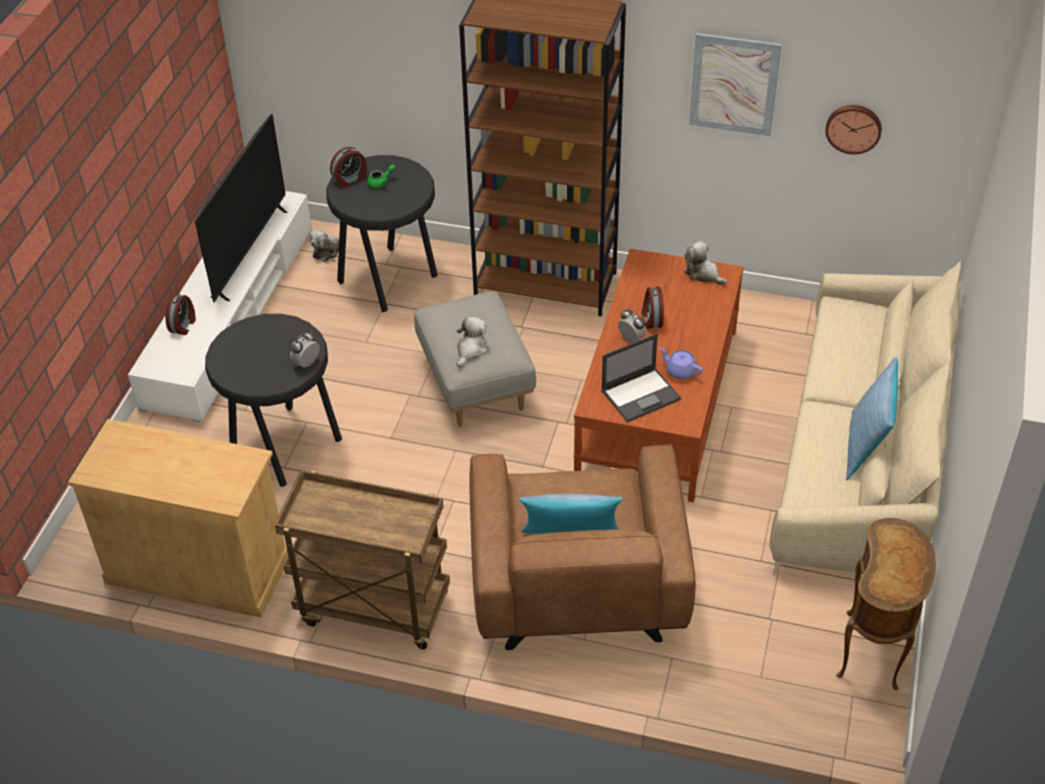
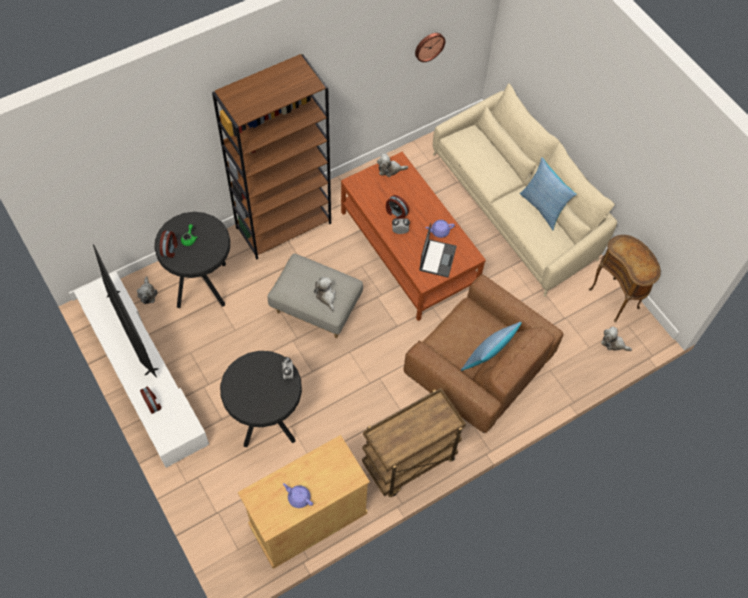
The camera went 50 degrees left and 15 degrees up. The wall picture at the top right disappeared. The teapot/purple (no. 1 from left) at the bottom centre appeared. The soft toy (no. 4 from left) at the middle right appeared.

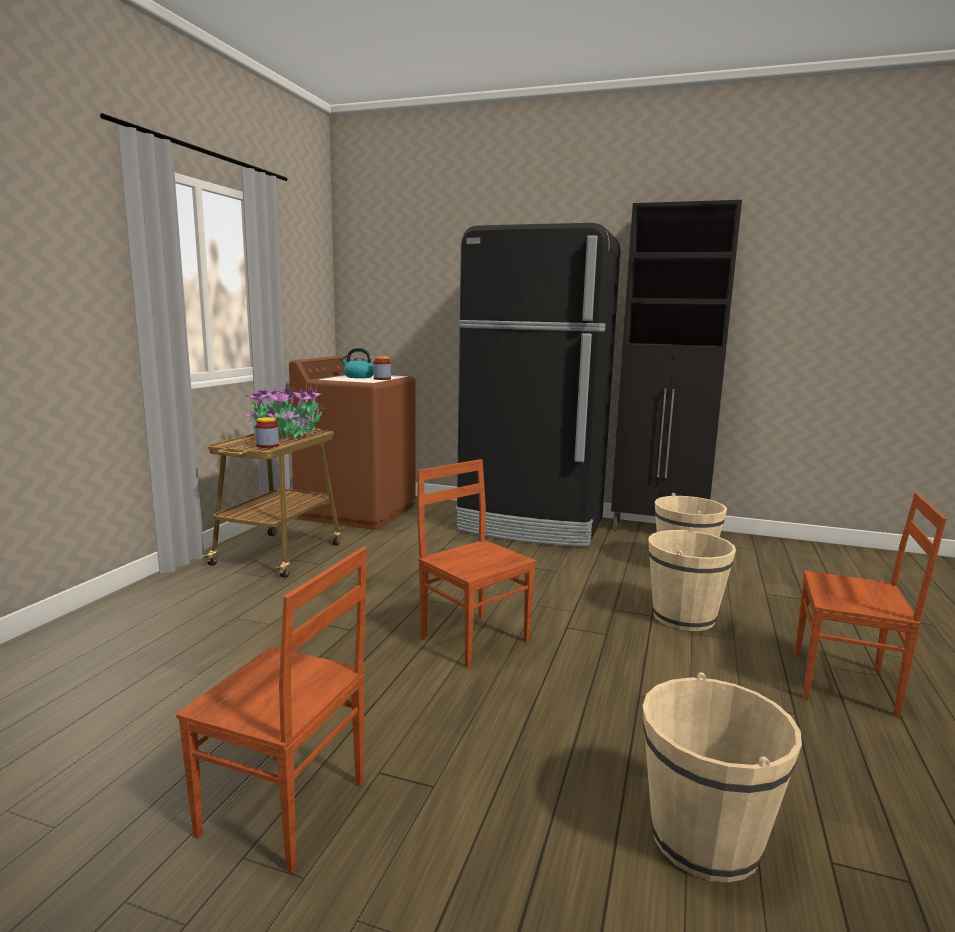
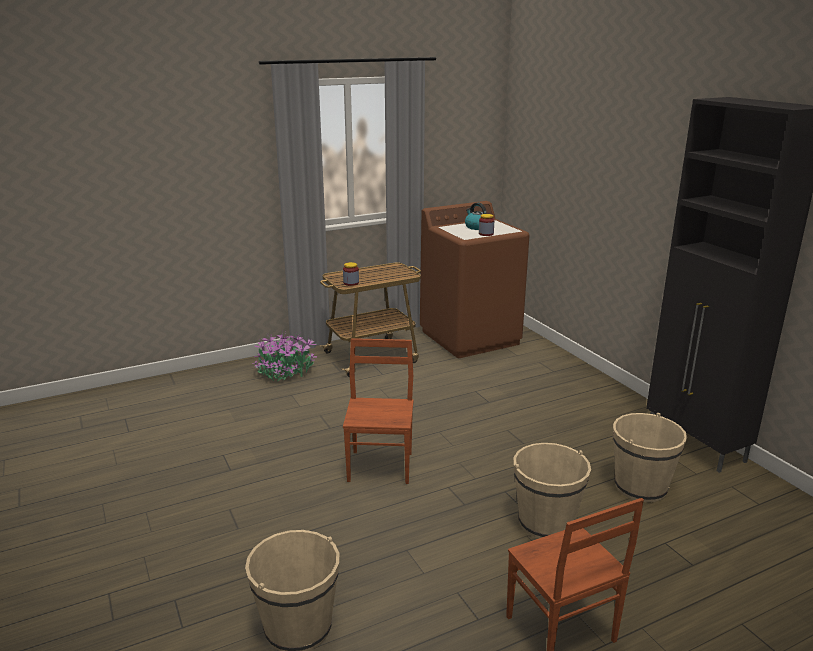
The camera went 45 degrees right and 10 degrees up. The upright chair/brownish (no. 1 from left) at the bottom left disappeared. The plant in a pot moved from the middle left to the centre. The fridge/black at the centre disappeared.

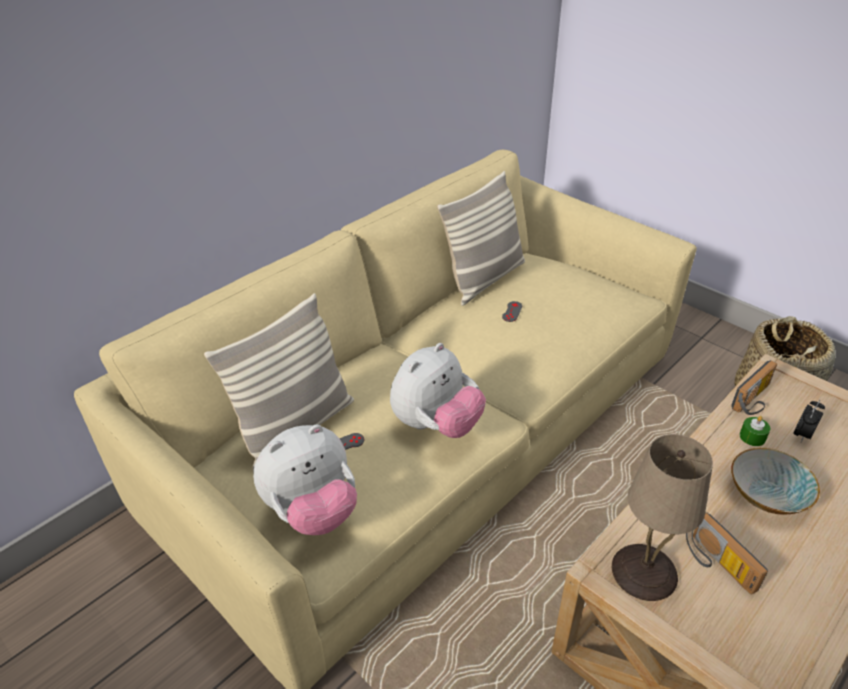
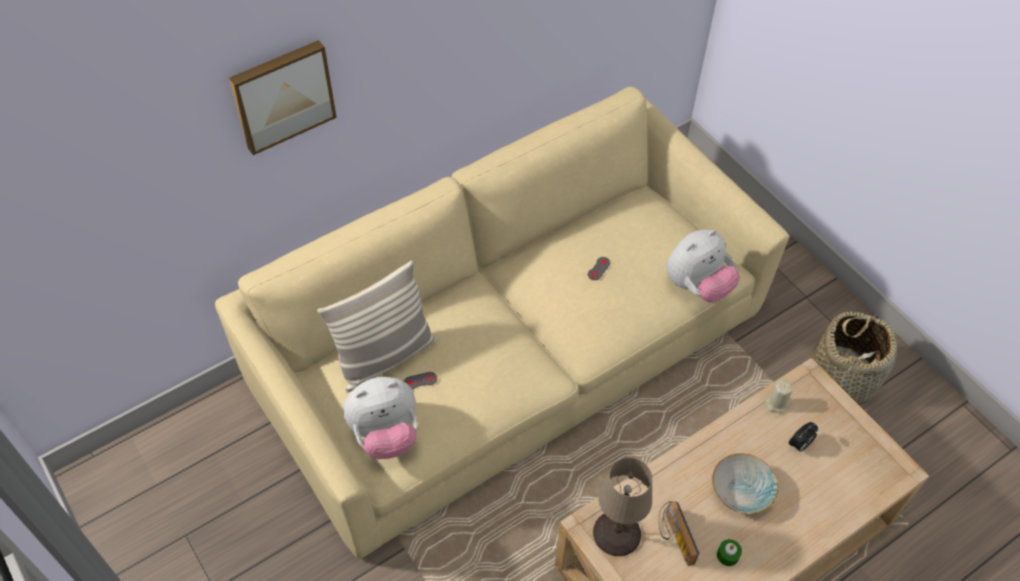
The camera went 10 degrees right and 15 degrees up. The soft toy (no. 2 from left) moved from the centre to the middle right. The pillow (no. 2 from left) at the centre disappeared. The radio (no. 2 from left) at the middle right was replaced by the wax light/beige at the bottom right. The wax light/green moved from the middle right to the bottom right. The wall picture at the top left appeared.

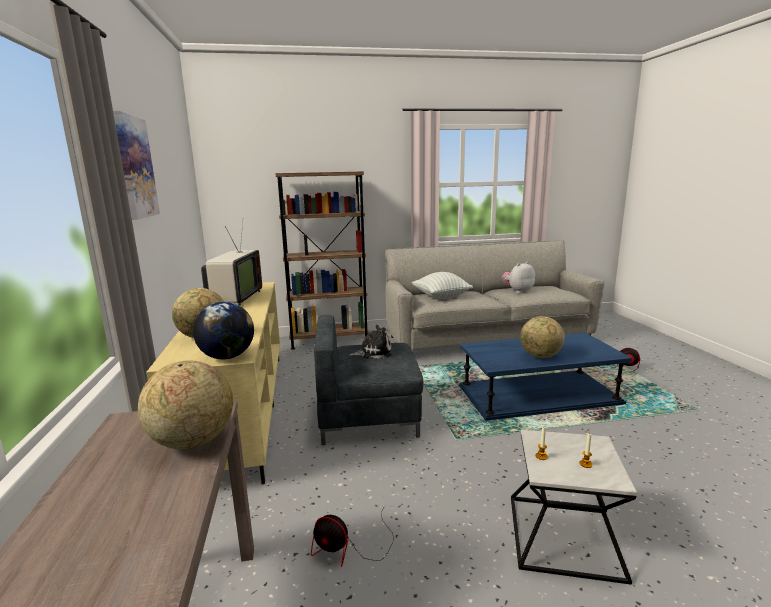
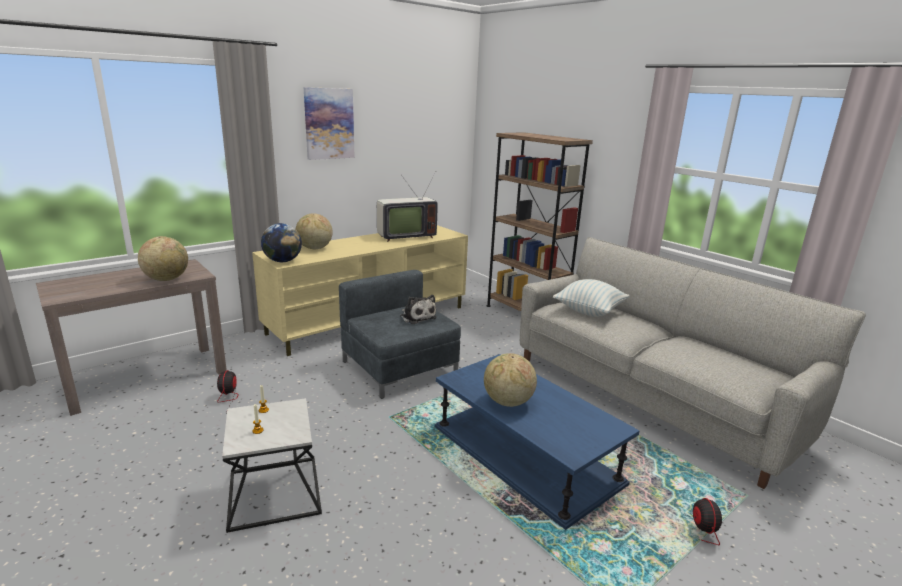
The camera went 60 degrees right and 5 degrees up. The soft toy (no. 2 from left) at the middle right disappeared.

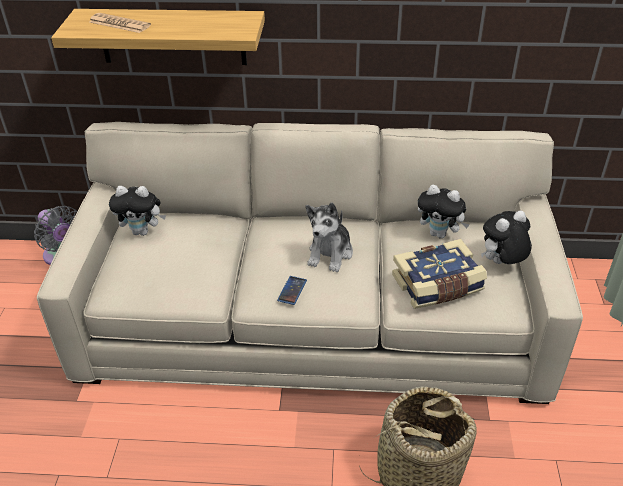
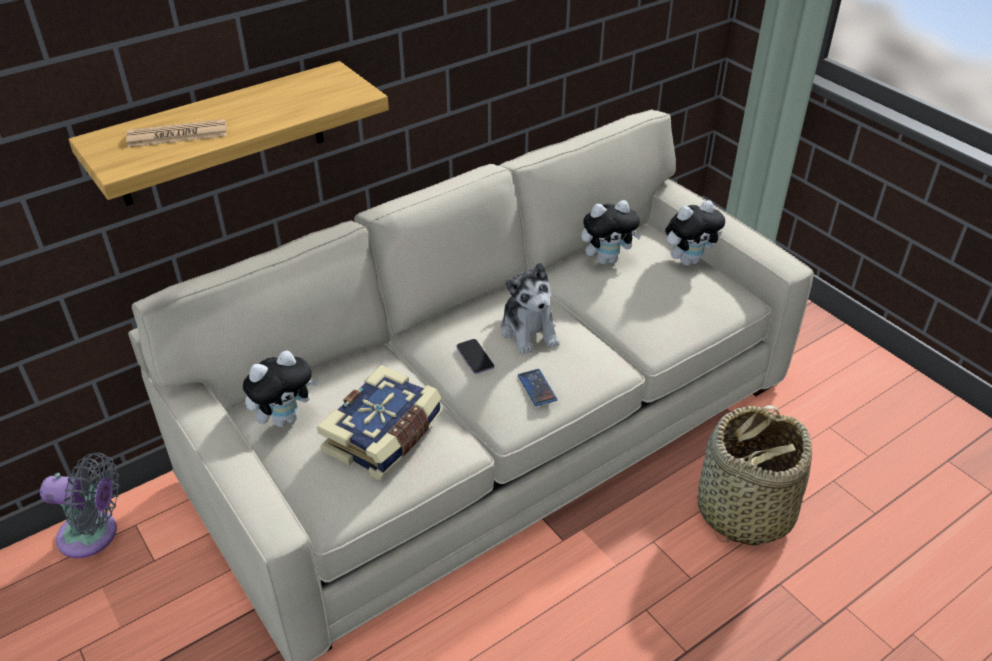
The camera went 40 degrees left and 0 degrees up. The book moved from the middle right to the centre. The soft toy (no. 4 from left) at the middle right turned 135 degrees counterclockwise. The handset (no. 1 from left) at the centre appeared.

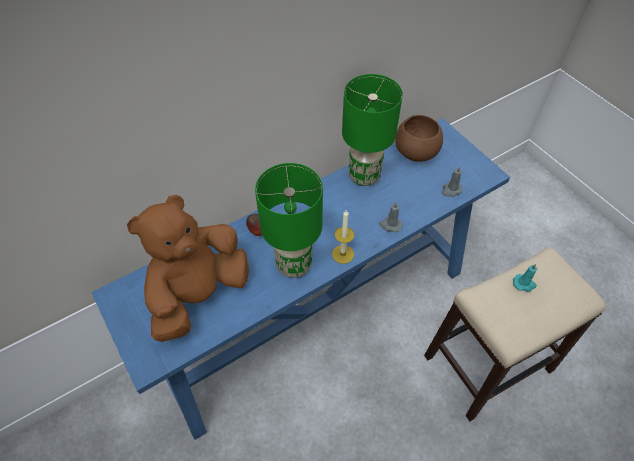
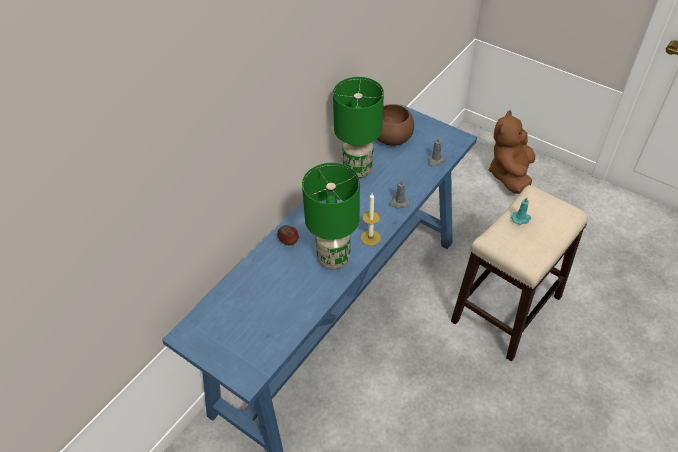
The camera went 20 degrees left and 5 degrees down. The soft toy/brownish moved from the middle left to the middle right.

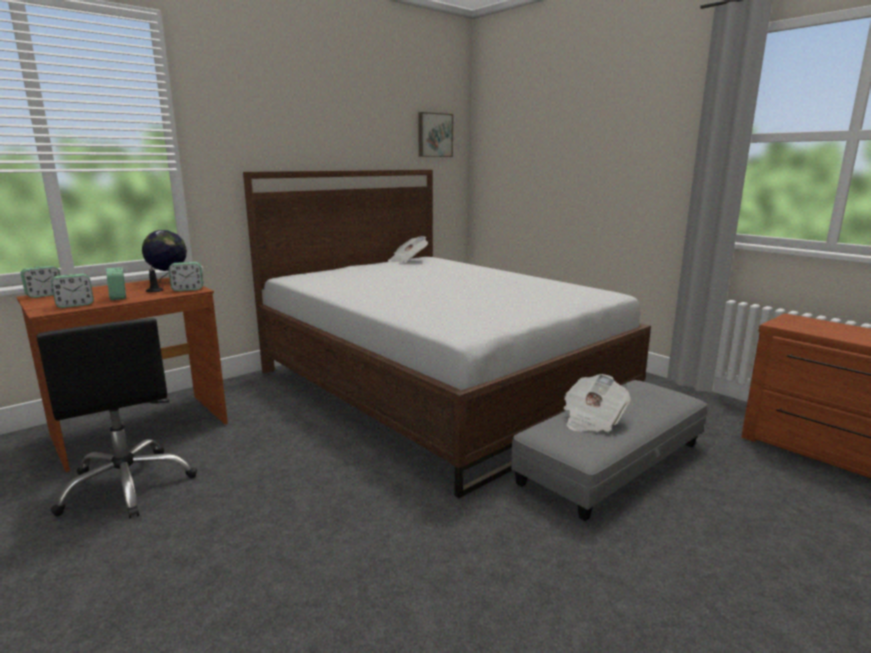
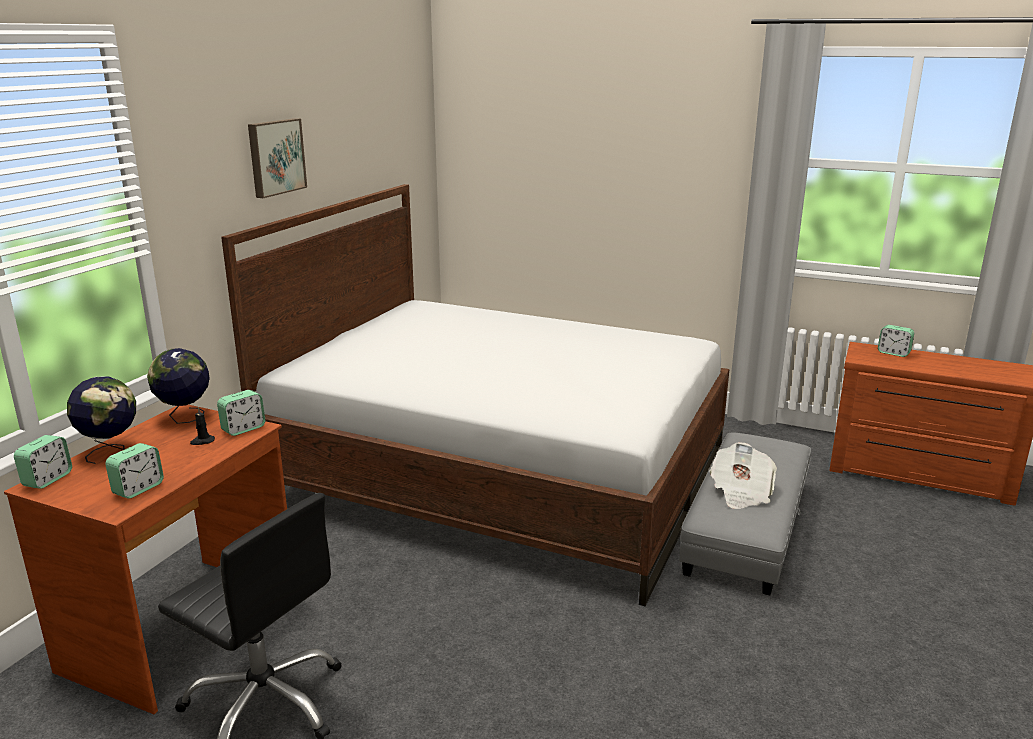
The camera went 25 degrees left and 5 degrees up. The alarm clock (no. 3 from left in the first image) moved from the middle left to the middle right. The printed paper (no. 1 from left) at the centre disappeared. The wall picture moved from the top centre to the top left. The globe (no. 1 from left) at the middle left appeared.

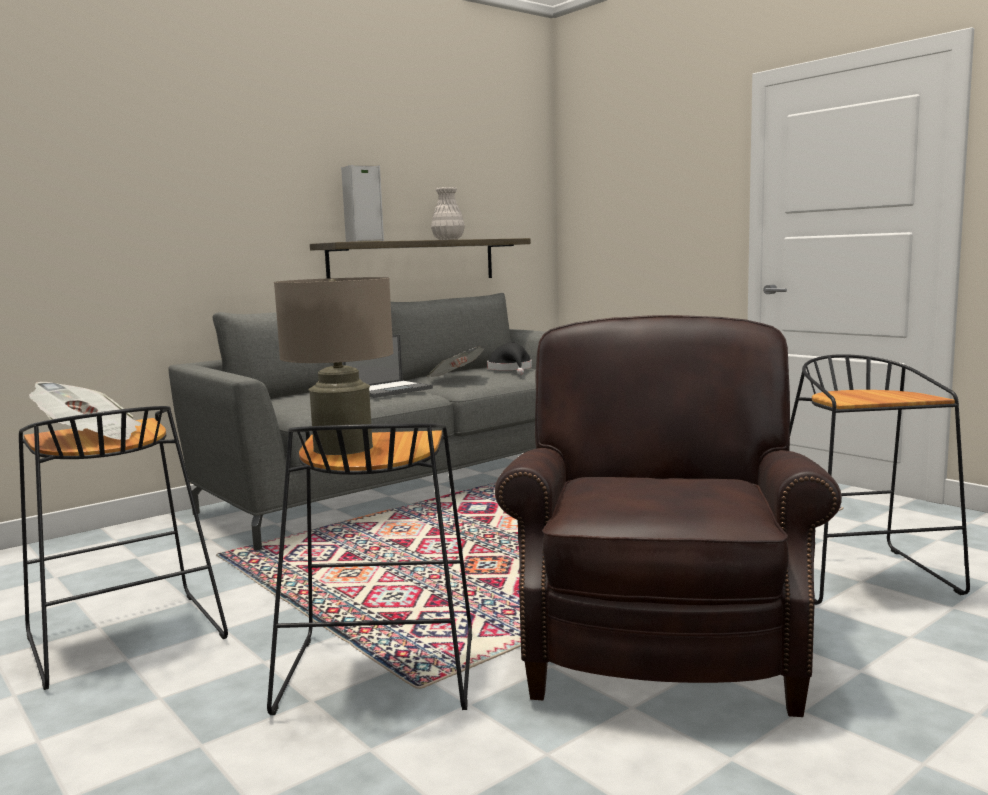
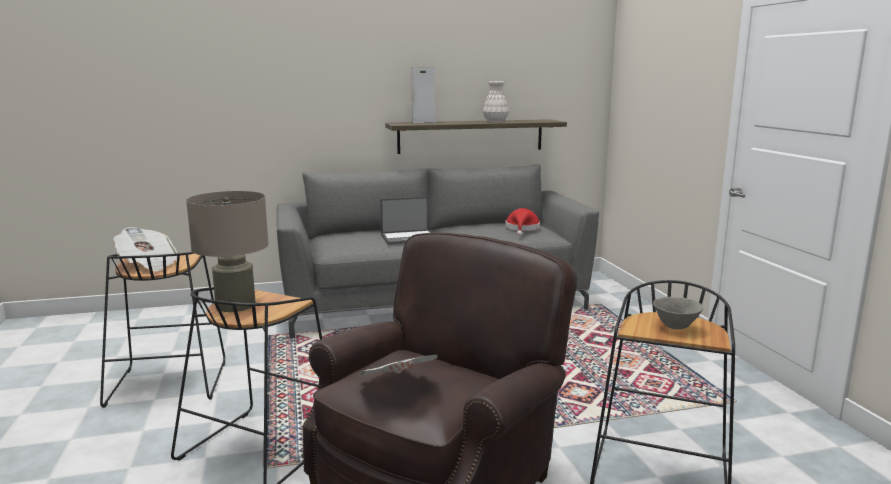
The camera went 25 degrees right and 5 degrees up. The printed paper (no. 2 from left) moved from the centre to the bottom centre. The hat/black at the centre became the hat/red at the centre. The deep dish/gray at the middle right appeared.

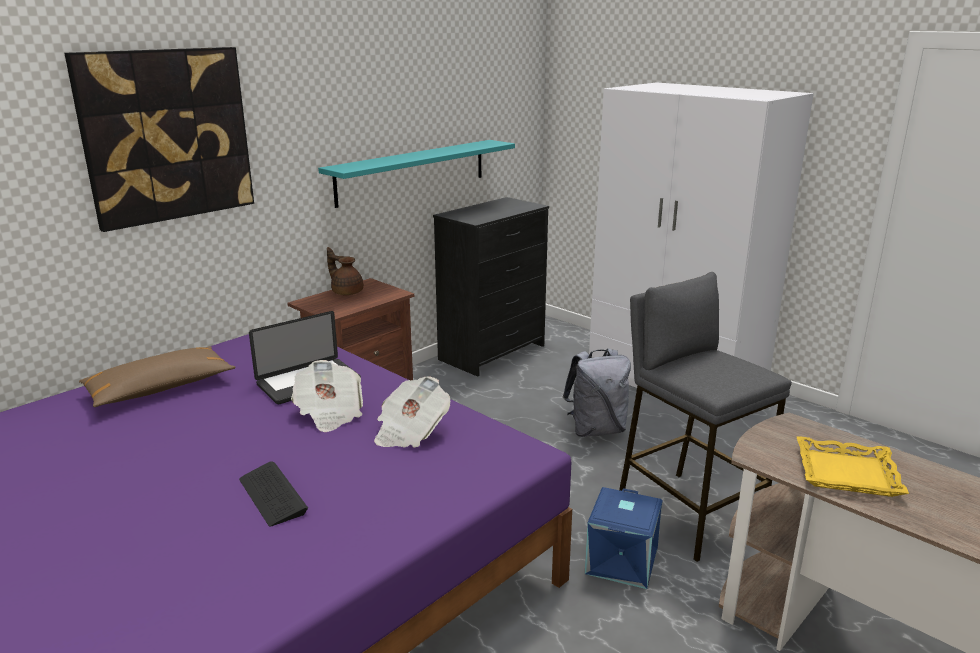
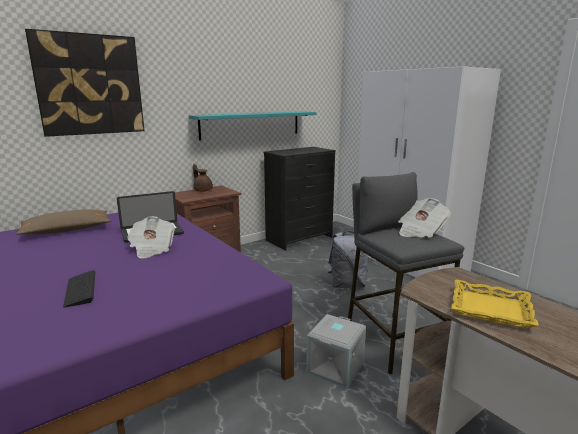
The camera went 10 degrees right and 5 degrees down. The printed paper (no. 2 from left) moved from the centre to the middle right. The storage box/bluish at the bottom centre became the storage box/gray at the bottom centre.

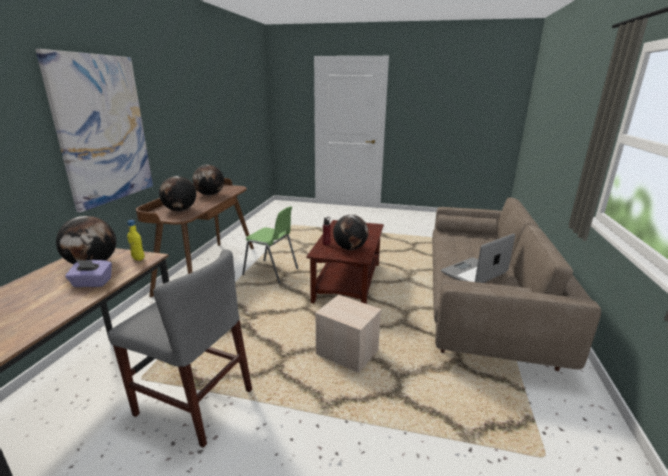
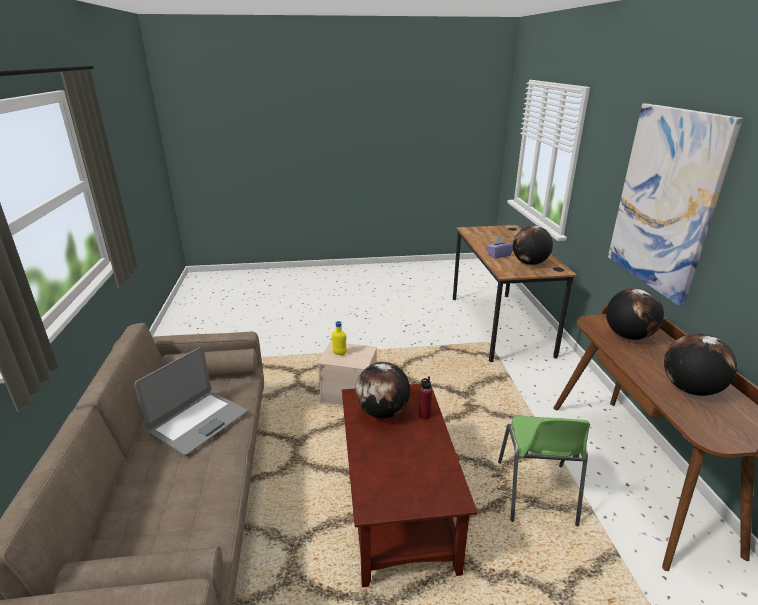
The camera went 160 degrees right and 5 degrees up. The upright chair/gray at the bottom left disappeared. The drink bottle/yellow moved from the middle left to the centre. The upright chair/green at the centre turned 90 degrees counterclockwise.

